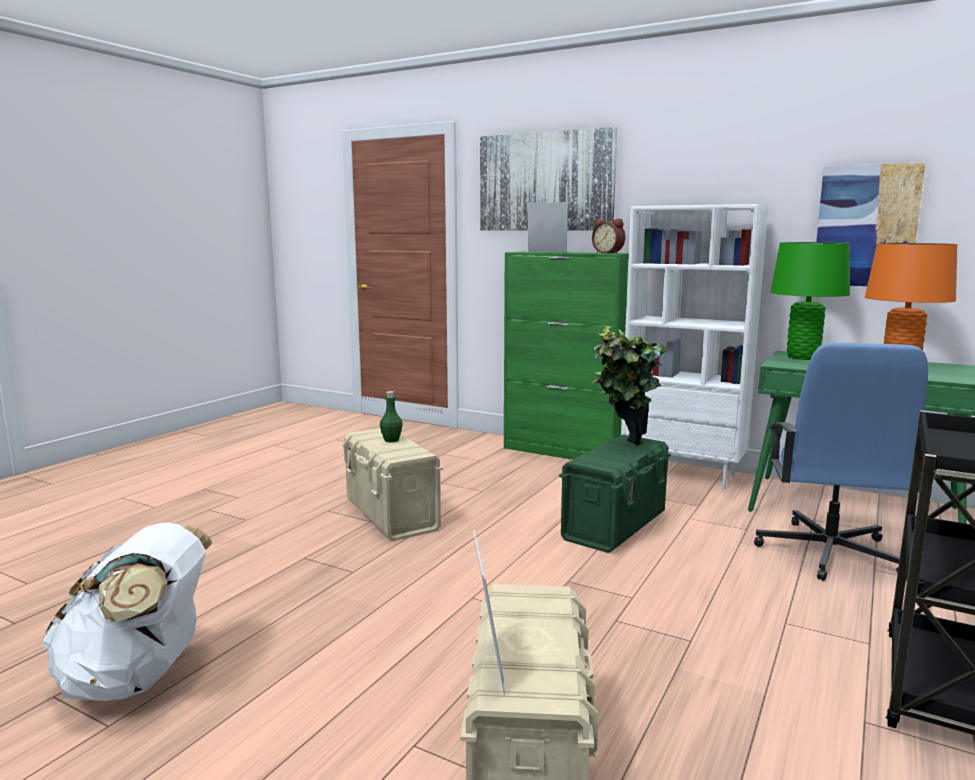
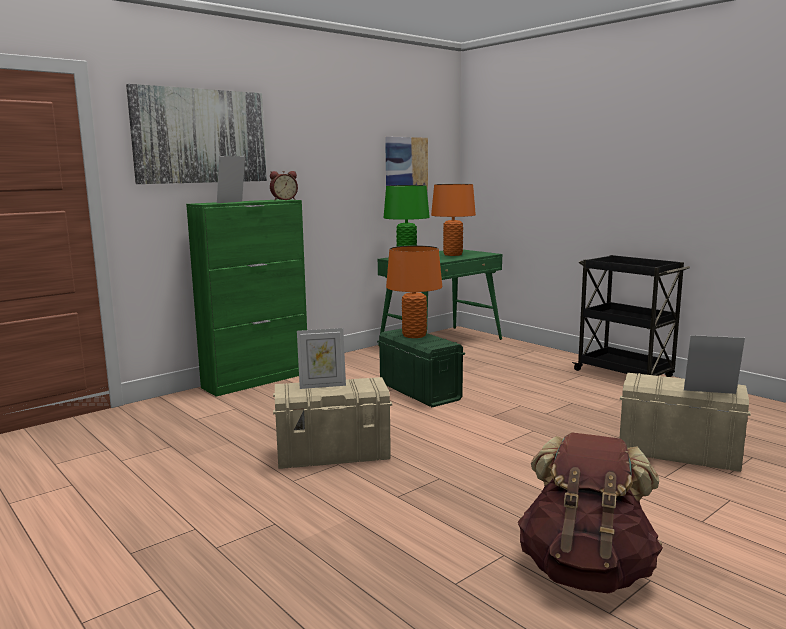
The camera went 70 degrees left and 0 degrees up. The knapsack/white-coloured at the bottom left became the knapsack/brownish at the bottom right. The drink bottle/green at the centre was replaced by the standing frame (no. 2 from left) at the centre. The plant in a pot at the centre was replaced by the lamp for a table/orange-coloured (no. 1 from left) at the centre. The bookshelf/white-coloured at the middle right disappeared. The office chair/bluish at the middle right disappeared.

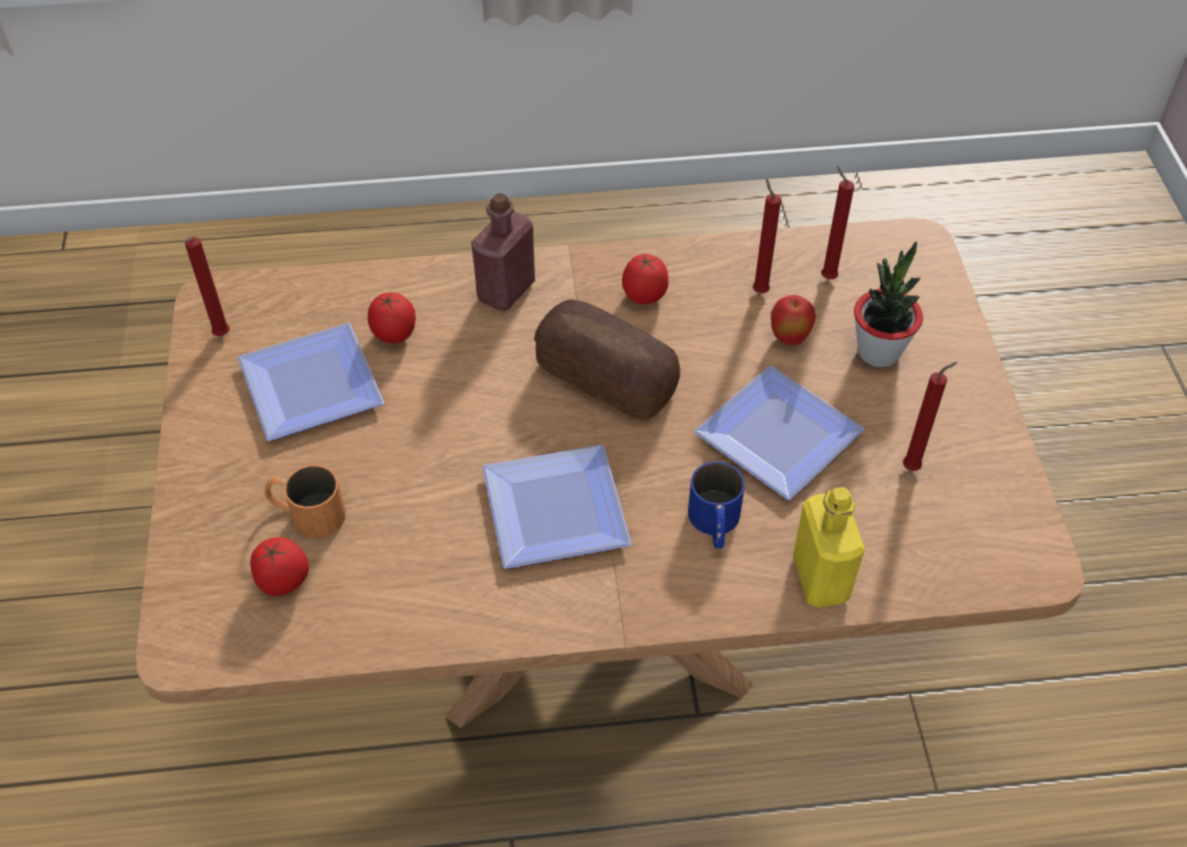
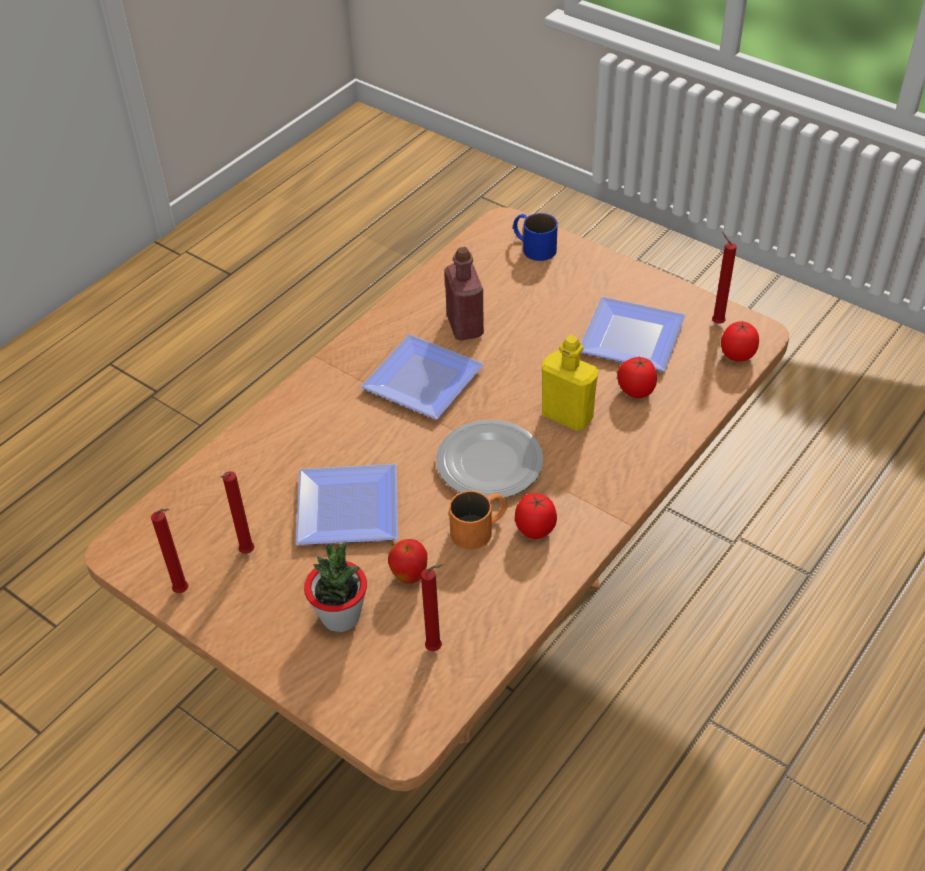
The camera went 135 degrees right and 5 degrees down. The fresh tomato (no. 1 from left in the first image) moved from the bottom left to the middle right. The coffee mug/orange-coloured moved from the middle left to the centre. The drink bottle/red moved from the top centre to the centre. The bakery bread at the centre was replaced by the plate (no. 3 from left) at the centre. The coffee mug/bluish moved from the centre to the top centre. The wax light/red (no. 2 from left in the first image) moved from the top centre to the middle left. The drink bottle/yellow moved from the middle right to the centre.

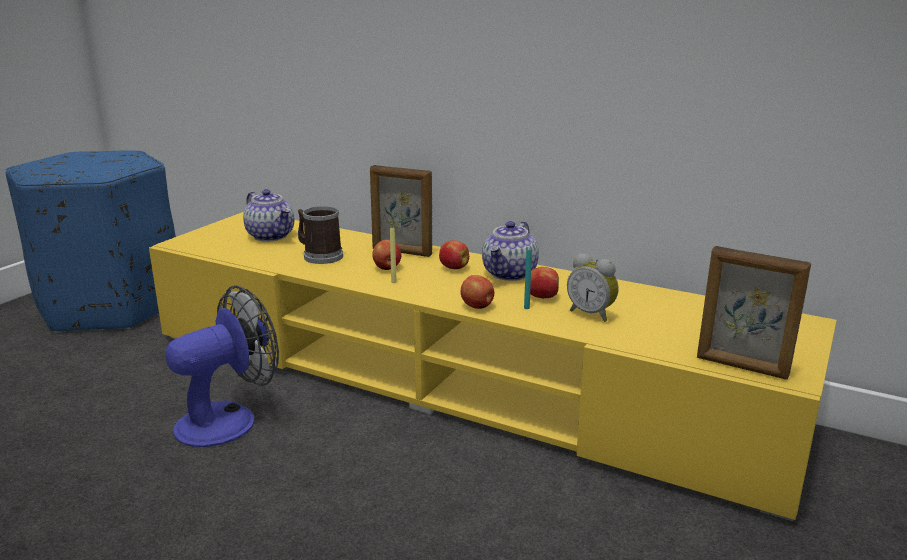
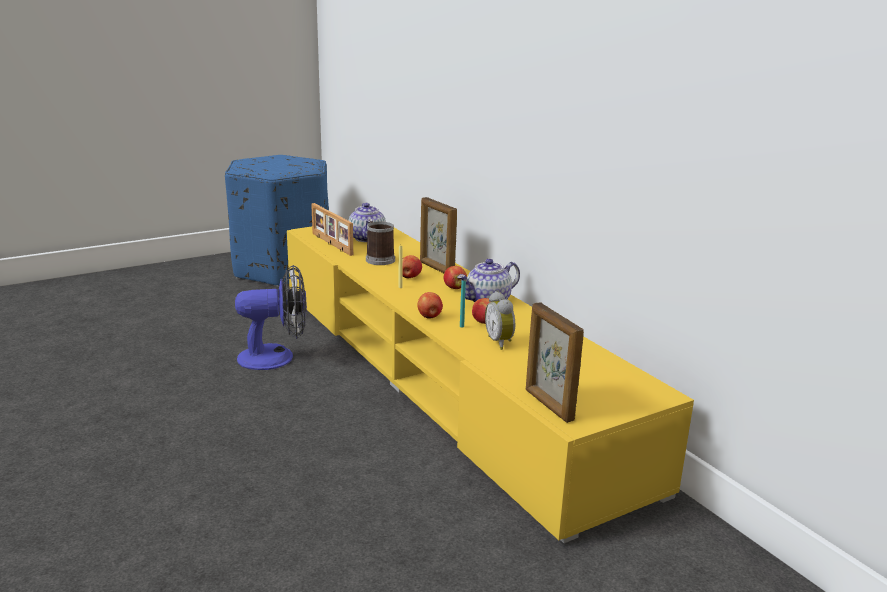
The camera went 30 degrees right and 0 degrees up. The standing frame (no. 1 from left) at the centre appeared.

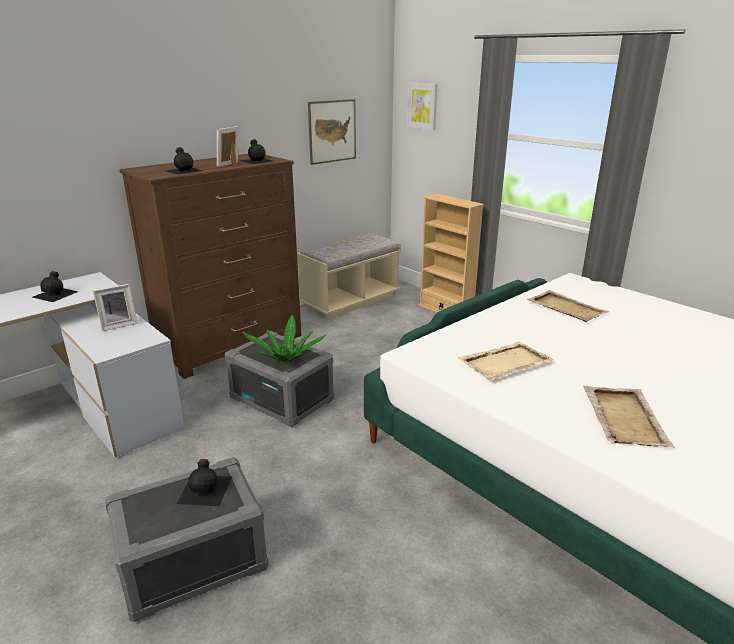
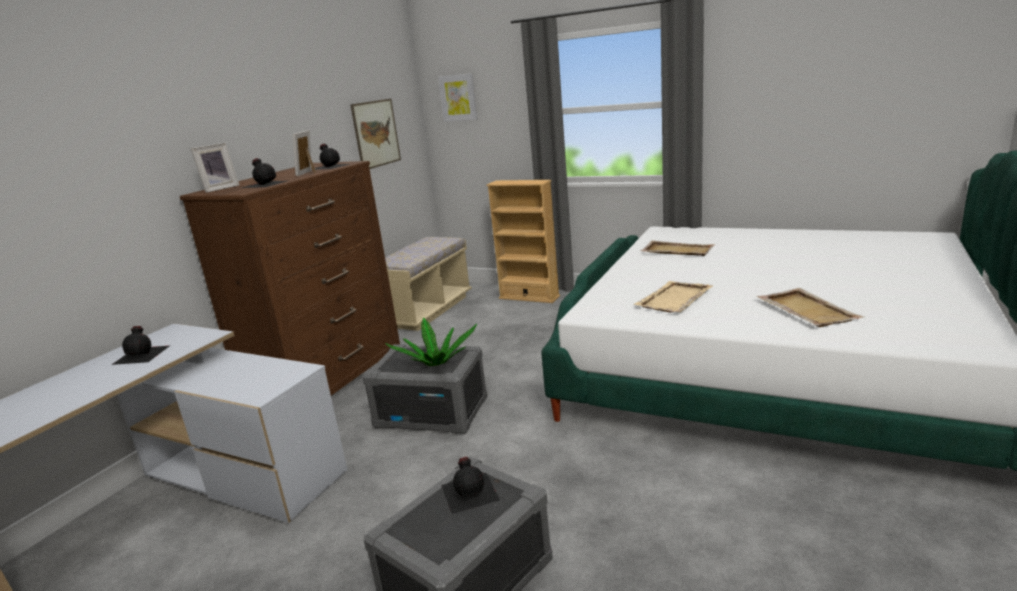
The camera went 20 degrees left and 5 degrees down. The standing frame (no. 1 from left) moved from the middle left to the top left.

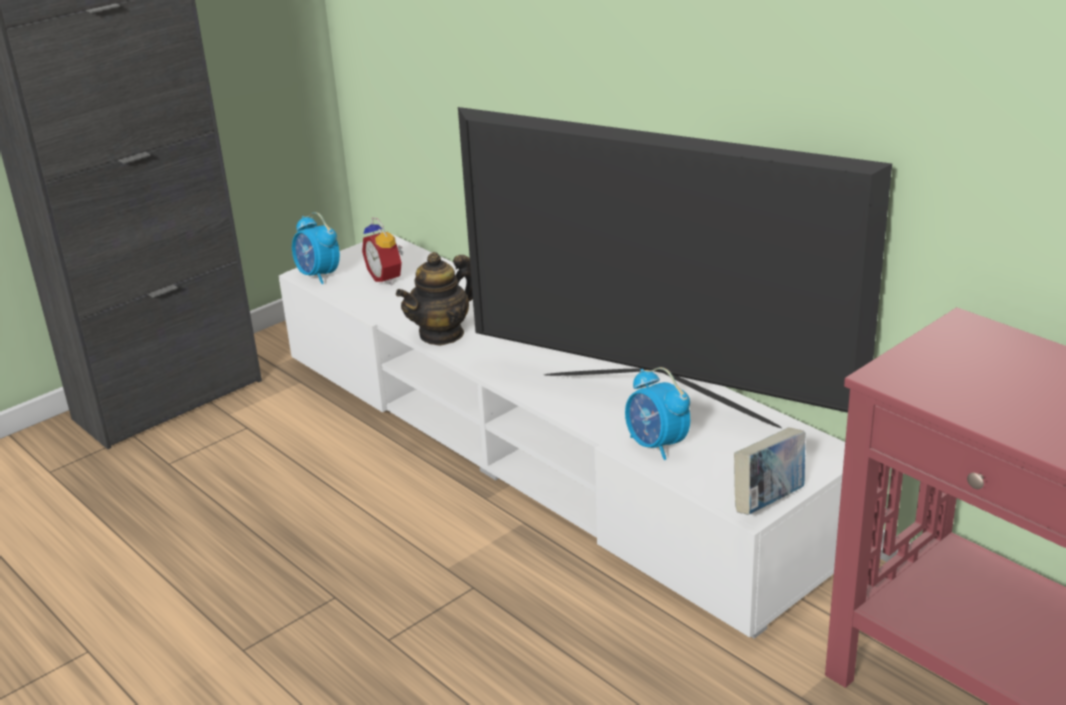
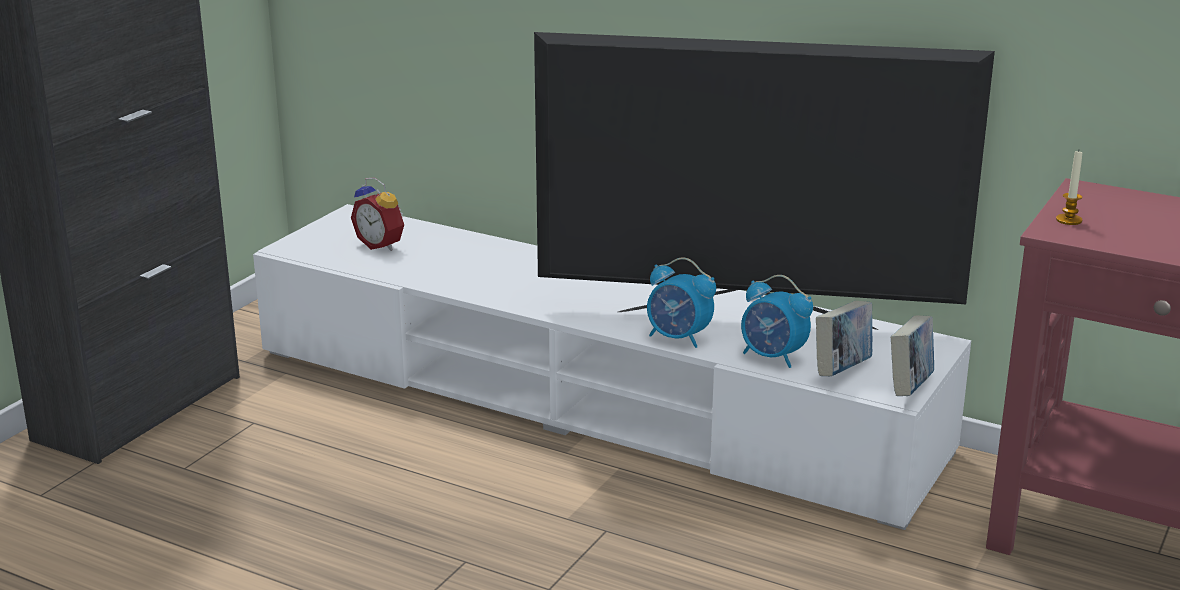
The camera went 20 degrees left and 5 degrees down. The alarm clock (no. 1 from left in the first image) moved from the middle left to the centre. The teapot at the centre disappeared. The book (no. 1 from left) at the middle right appeared. The wax light at the top right appeared.

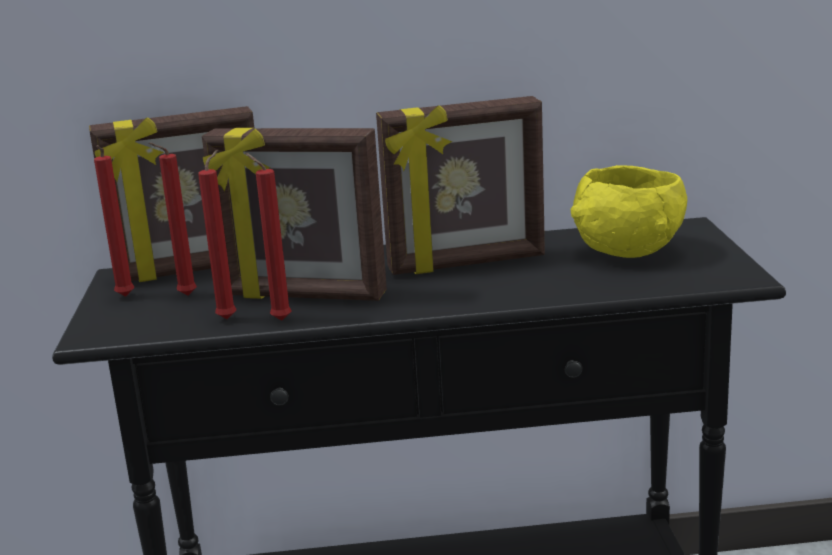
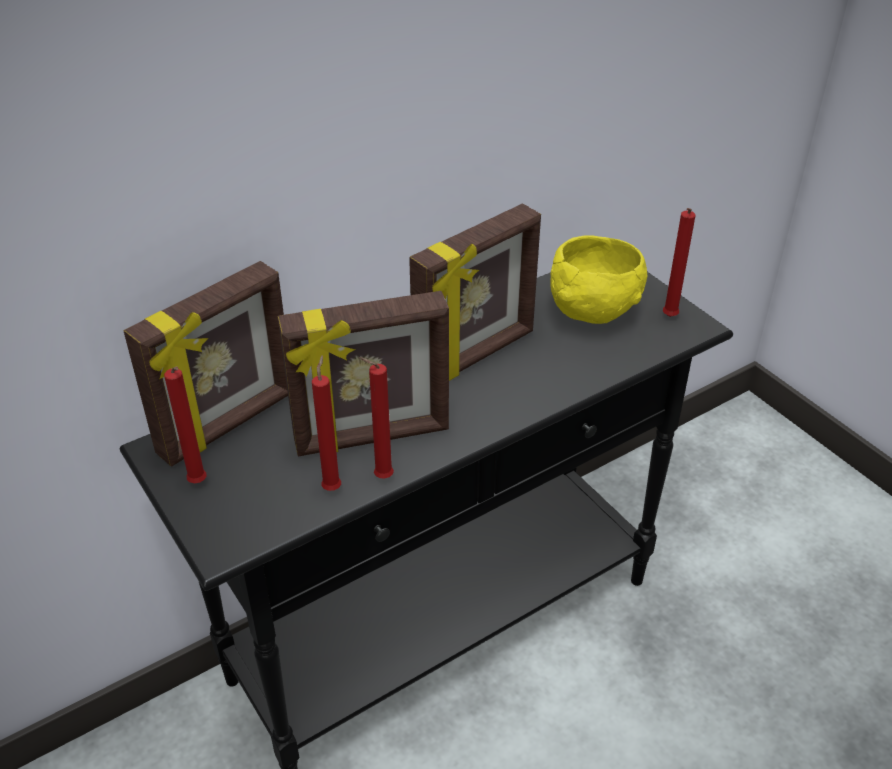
The camera went 30 degrees left and 20 degrees up. The wax light/red (no. 2 from left in the first image) moved from the middle left to the middle right.

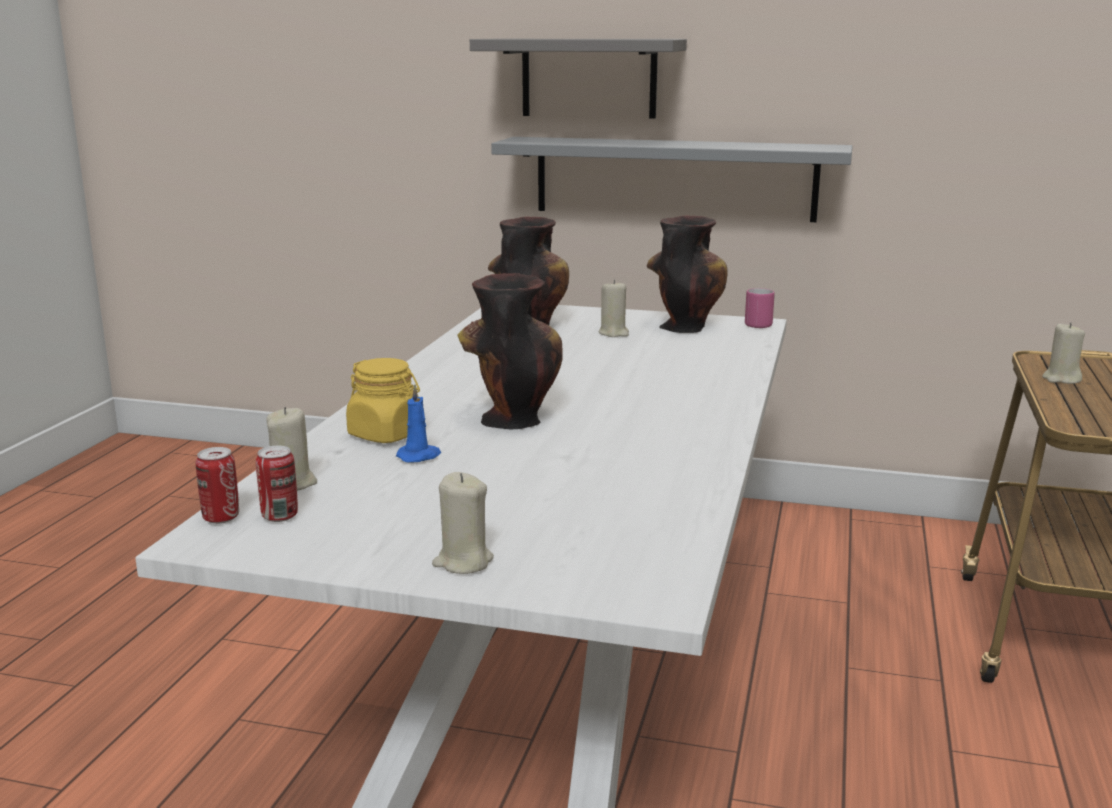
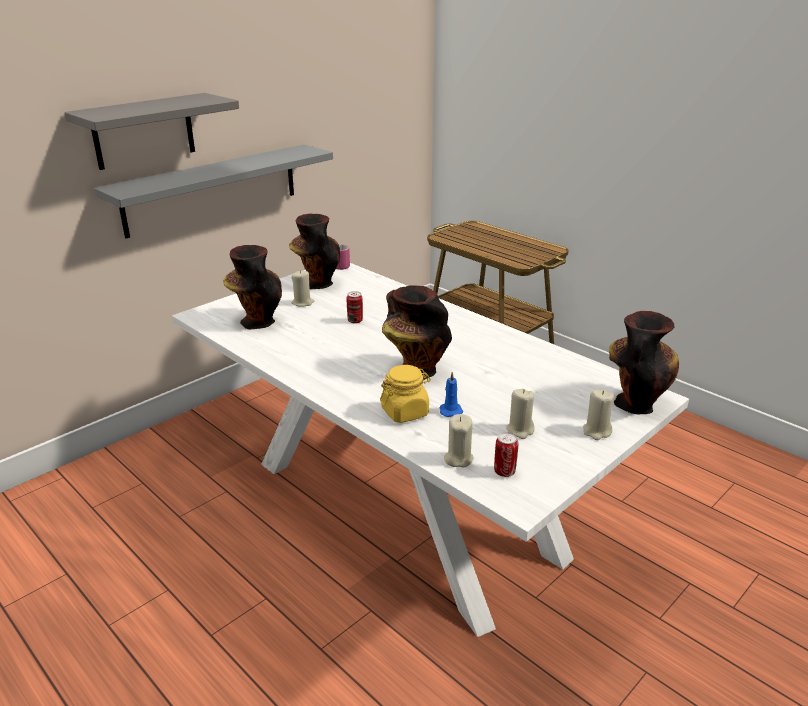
The camera went 60 degrees left and 10 degrees up. The can (no. 1 from left) moved from the middle left to the centre. The wax light/beige (no. 4 from left in the first image) moved from the middle right to the centre. The decorative vase (no. 4 from left) at the middle right appeared.

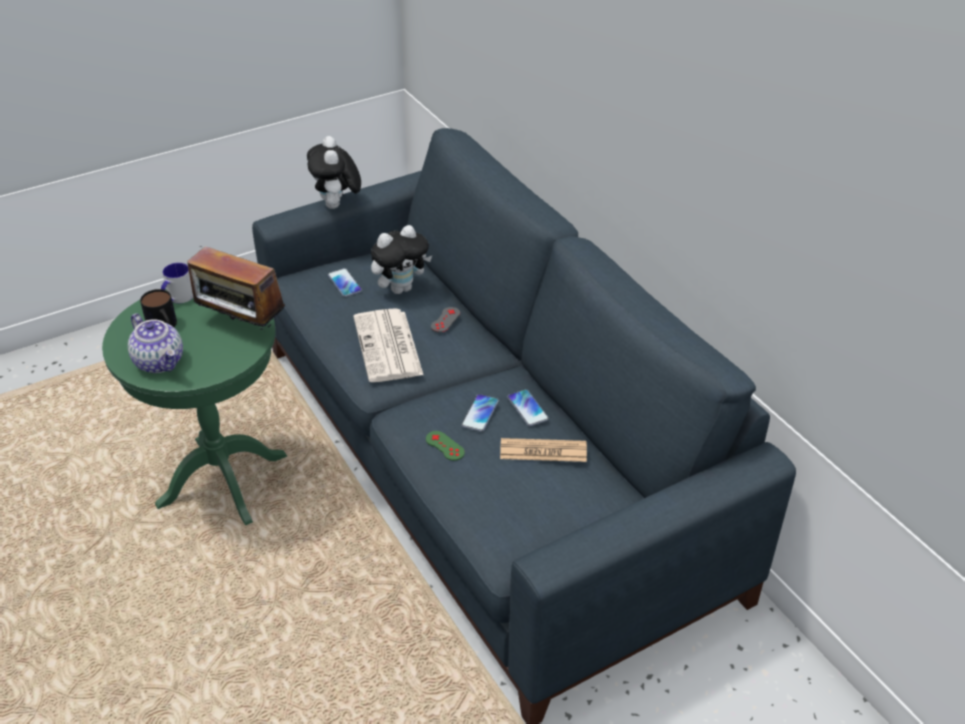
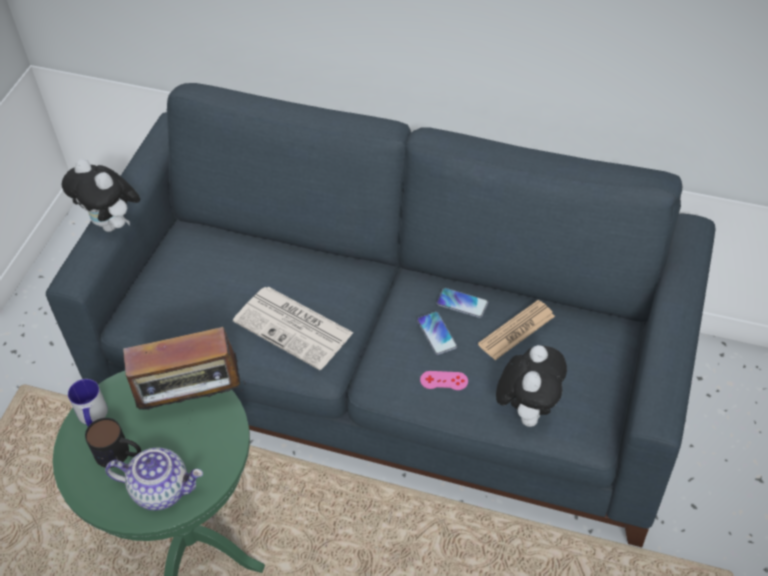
The camera went 40 degrees left and 10 degrees up. The handset (no. 1 from left) at the centre disappeared. The soft toy (no. 2 from left) moved from the centre to the bottom right. The game controller/green at the centre became the game controller/pink at the centre. The game controller/gray at the centre disappeared.

